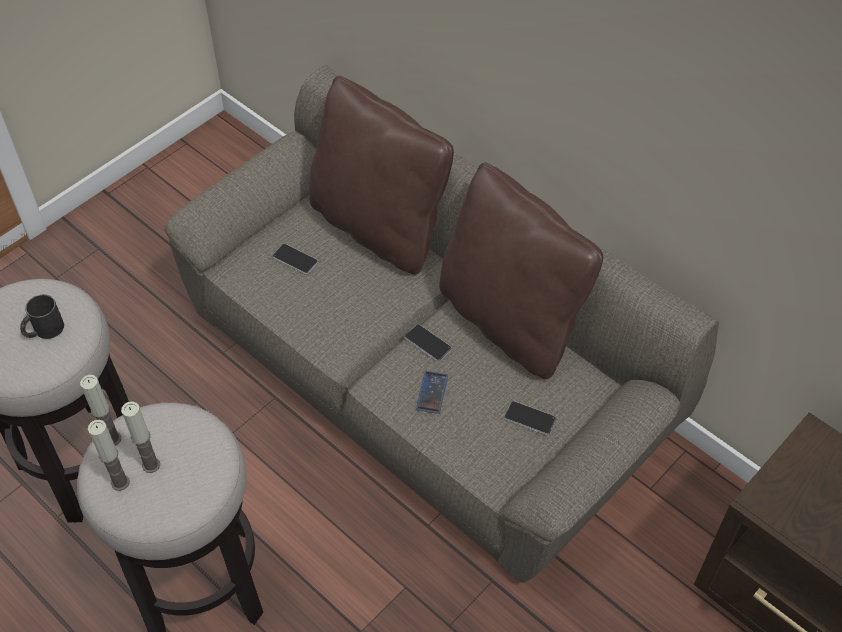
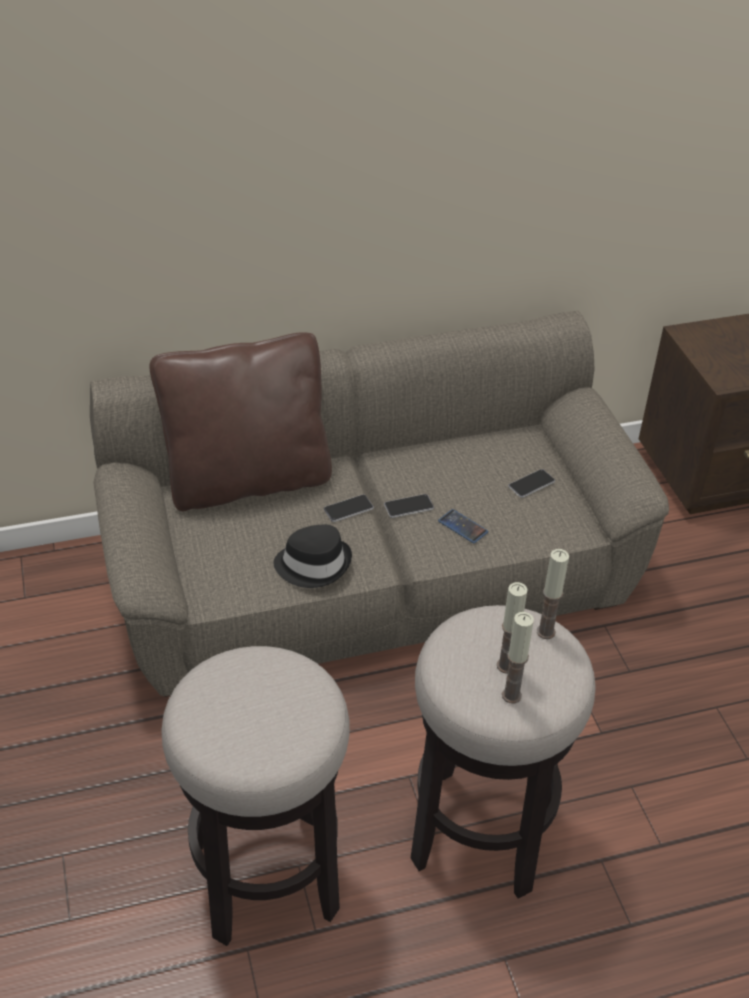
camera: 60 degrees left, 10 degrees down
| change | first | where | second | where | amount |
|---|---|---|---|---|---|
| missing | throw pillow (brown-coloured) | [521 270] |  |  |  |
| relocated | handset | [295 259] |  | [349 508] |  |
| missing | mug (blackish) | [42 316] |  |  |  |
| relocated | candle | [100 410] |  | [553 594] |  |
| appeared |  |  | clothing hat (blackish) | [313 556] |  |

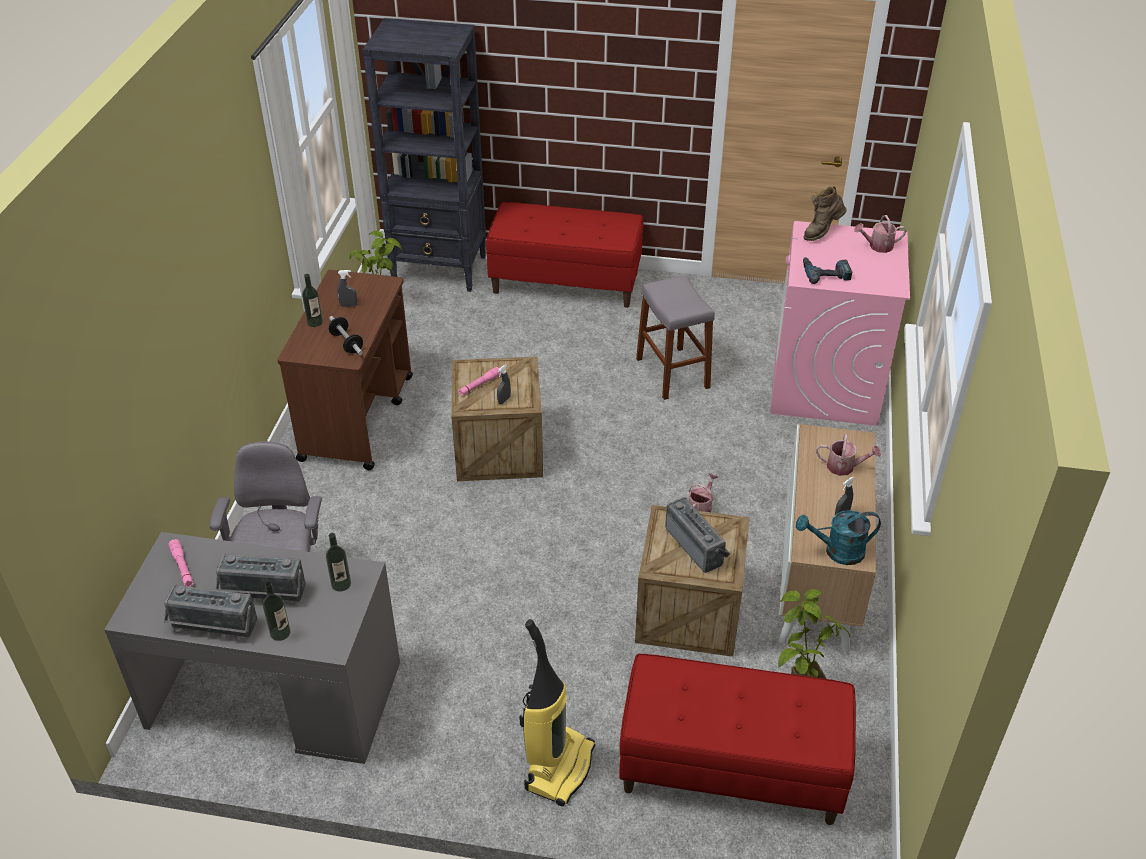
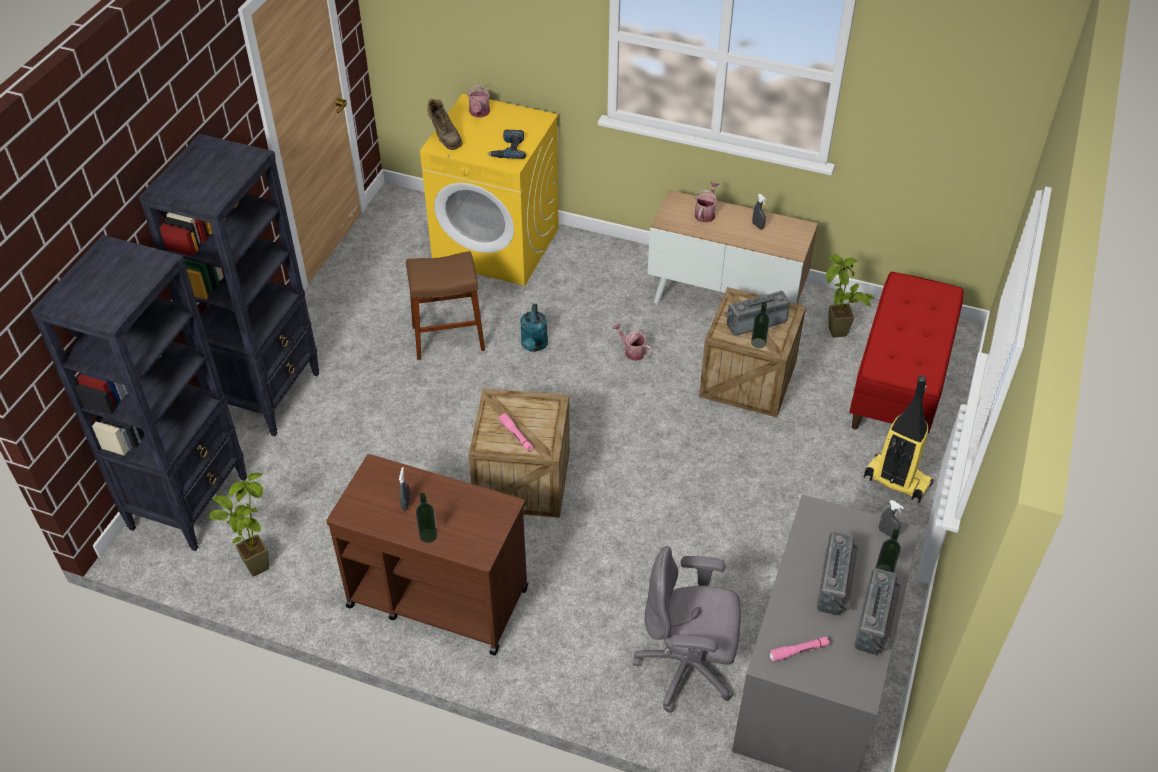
camera: 80 degrees left, 5 degrees up
| change | first | where | second | where | amount |
|---|---|---|---|---|---|
| exchanged | indoor bench (red) | [565 255] | bookcase (blackish) | [229 285] |  |
| colour | laundry appliance (pink) | [840 323] | laundry appliance (yellow) | [489 190] |  |
| colour | stool (greyish) | [675 337] | stool (brown-coloured) | [445 305] |  |
| missing | free weight | [346 335] |  |  |  |
| relocated | sprayer (greyish) | [504 384] |  | [891 519] |  |
| relocated | watering can (blue-green) | [838 537] |  | [534 328] |  |
| relocated | drink bottle | [338 562] |  | [760 325] |  |

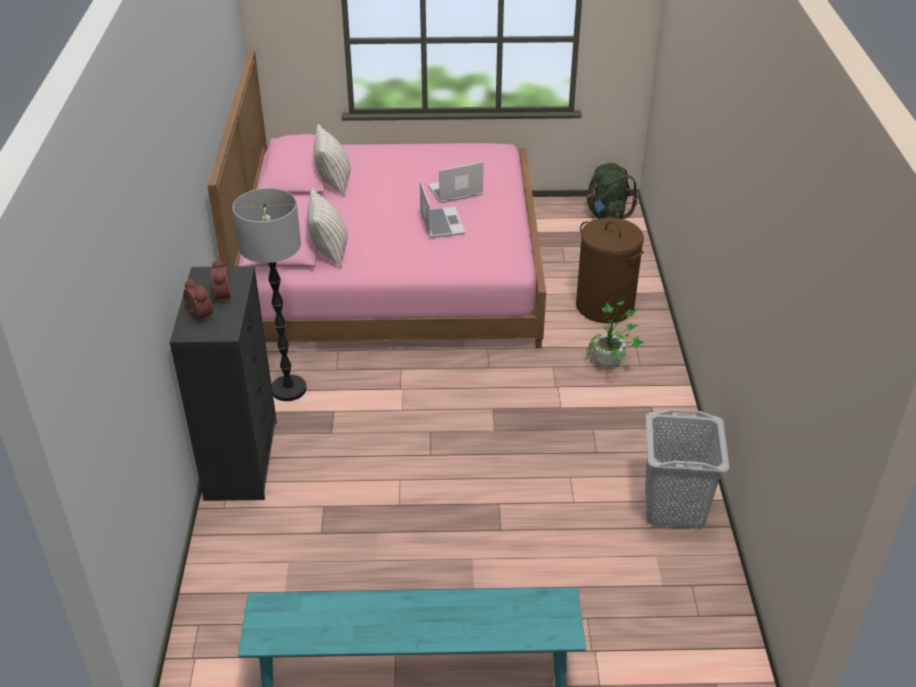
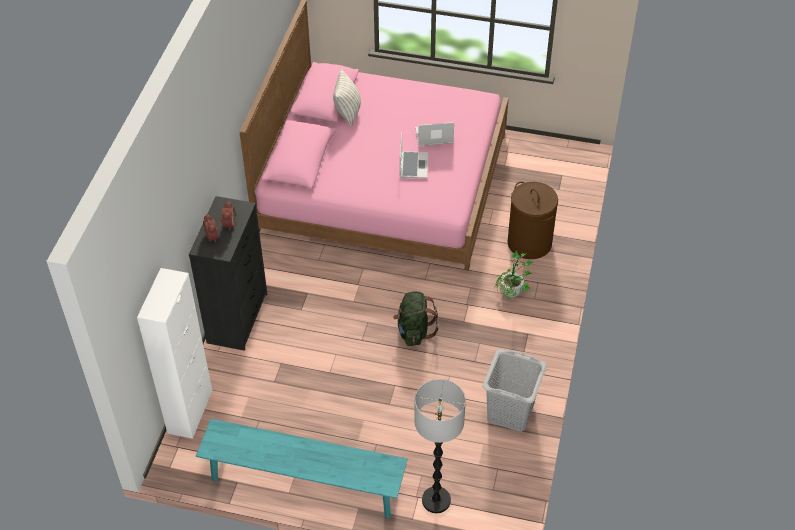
camera: 15 degrees right, 10 degrees up
| change | first | where | second | where | amount |
|---|---|---|---|---|---|
| relocated | knapsack (green) | [612 191] |  | [416 318] |  |
| relocated | standing lamp | [270 294] |  | [440 446] |  |
| missing | throw pillow | [327 228] |  |  |  |
| appeared |  |  | cabinet (whitish) | [174 353] |  |

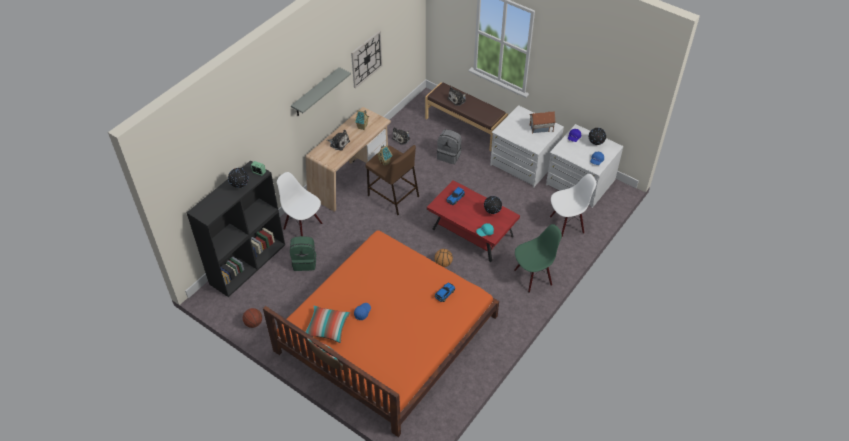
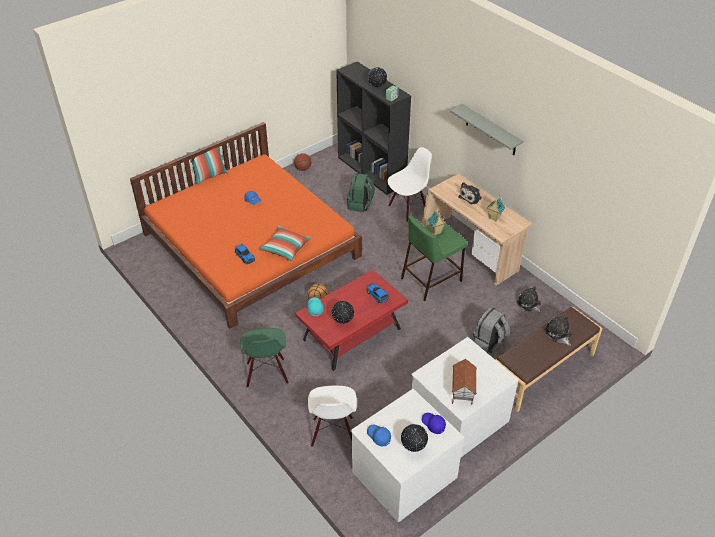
camera: 105 degrees right, 5 degrees down
| change | first | where | second | where | amount |
|---|---|---|---|---|---|
| missing | clock on the wall | [366 60] |  |  |  |
| colour | stool (brown-coloured) | [392 180] | stool (green) | [434 258] |  |
| relocated | throw pillow | [327 324] |  | [285 243] |  |

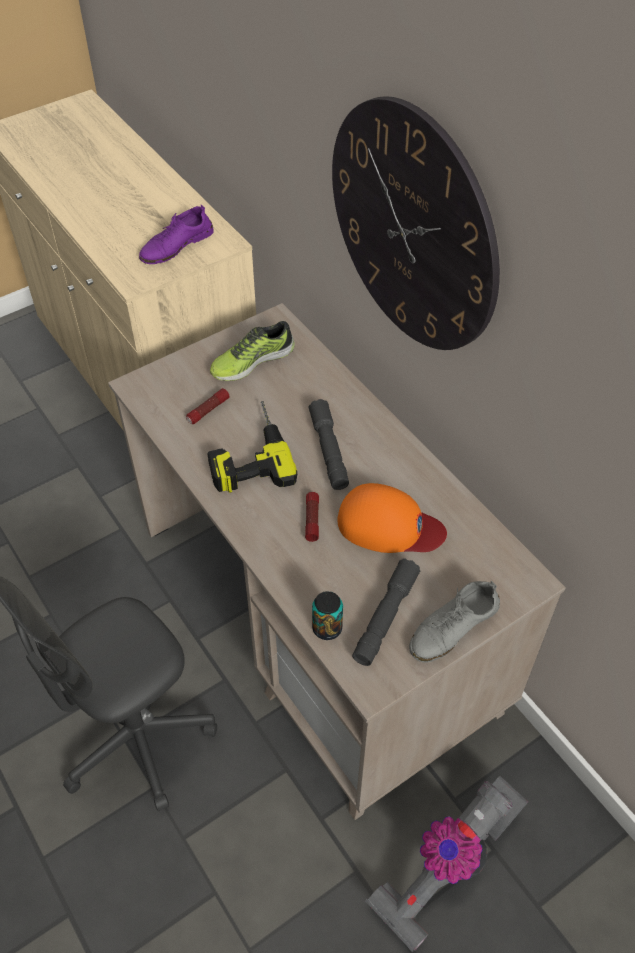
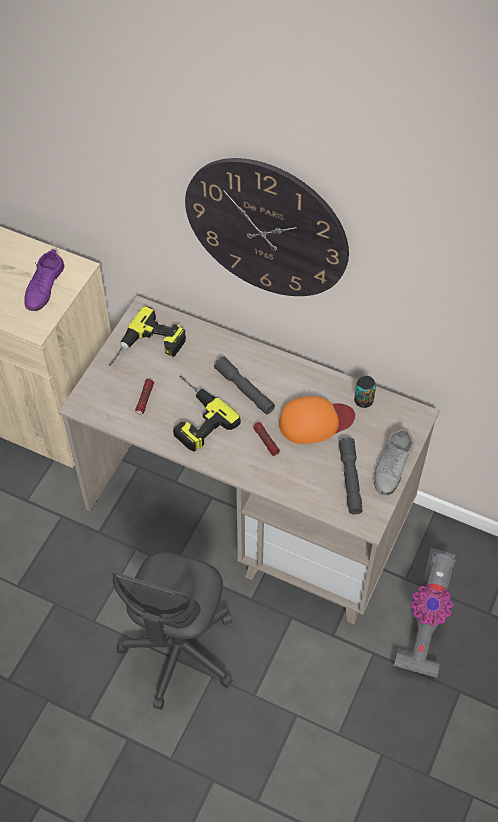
camera: 30 degrees left, 5 degrees up
| change | first | where | second | where | amount |
|---|---|---|---|---|---|
| exchanged | low shoe | [252 351] | power drill | [147 336] |  |
| relocated | sealed can | [327 615] |  | [365 392] |  |

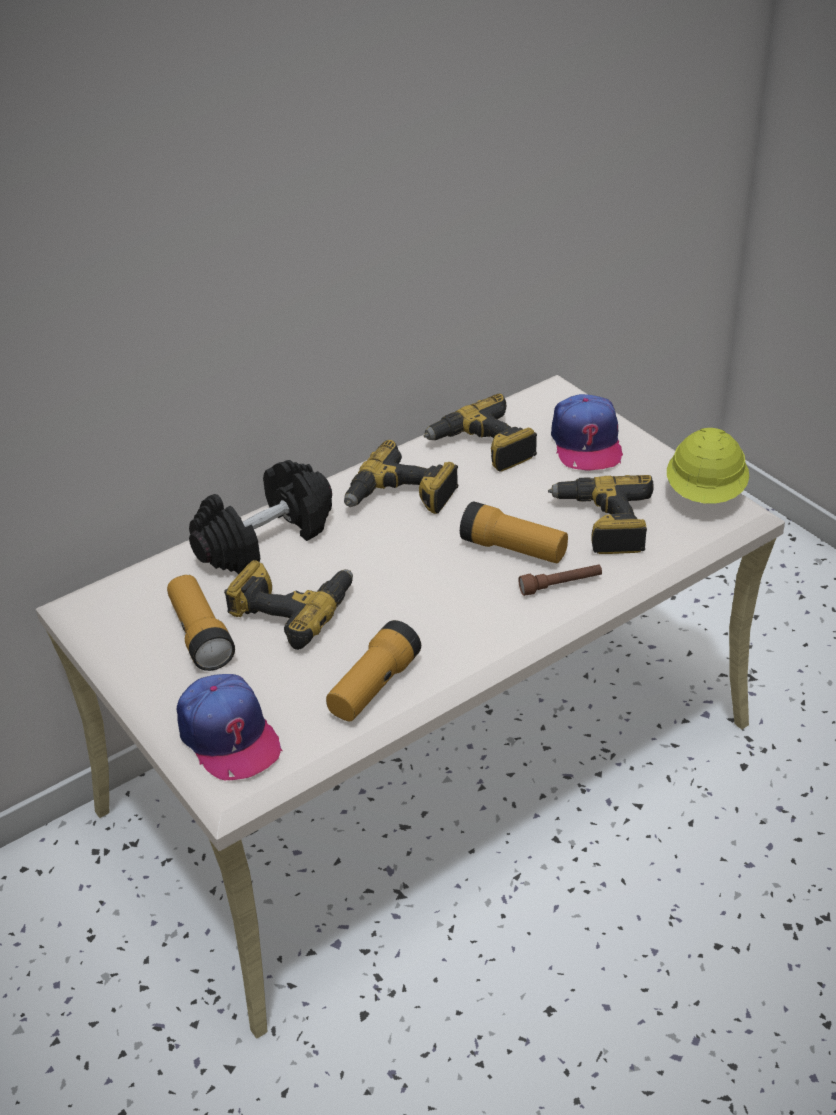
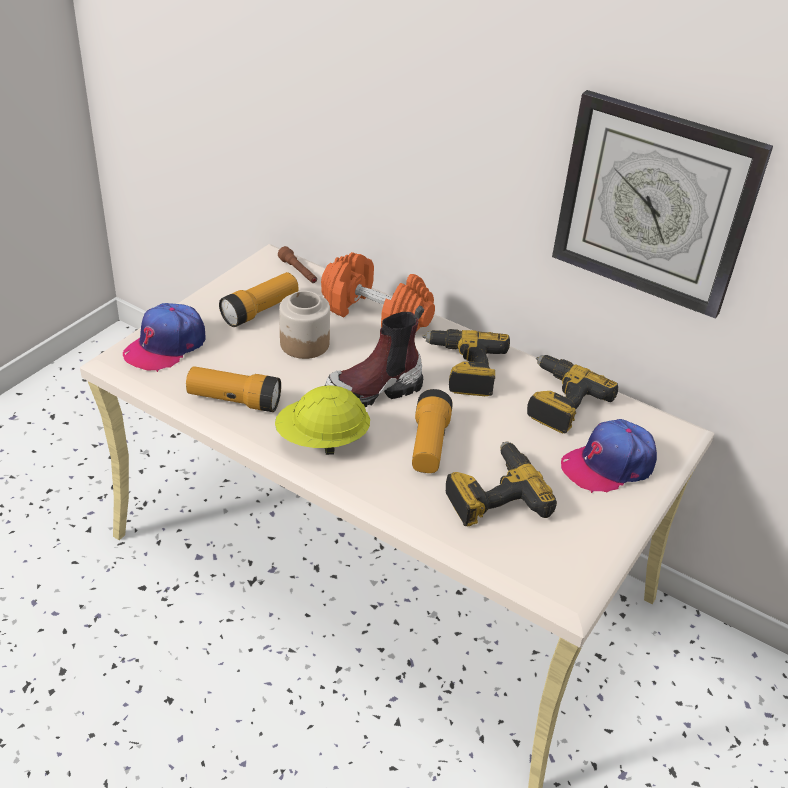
camera: 65 degrees right, 0 degrees up
| change | first | where | second | where | amount |
|---|---|---|---|---|---|
| relocated | safety helmet (yellow) | [708 466] |  | [322 420] |  |
| colour | free weight (blackish) | [260 517] | free weight (orange) | [378 291] |  |
| exchanged | power drill | [288 605] | preserve jar | [304 325] |  |
| relocated | torch (brown-coloured) | [560 580] |  | [297 264] |  |
| appeared |  |  | clock on the wall | [662 204] |  |
| appeared |  |  | tall boot | [374 356] |  |

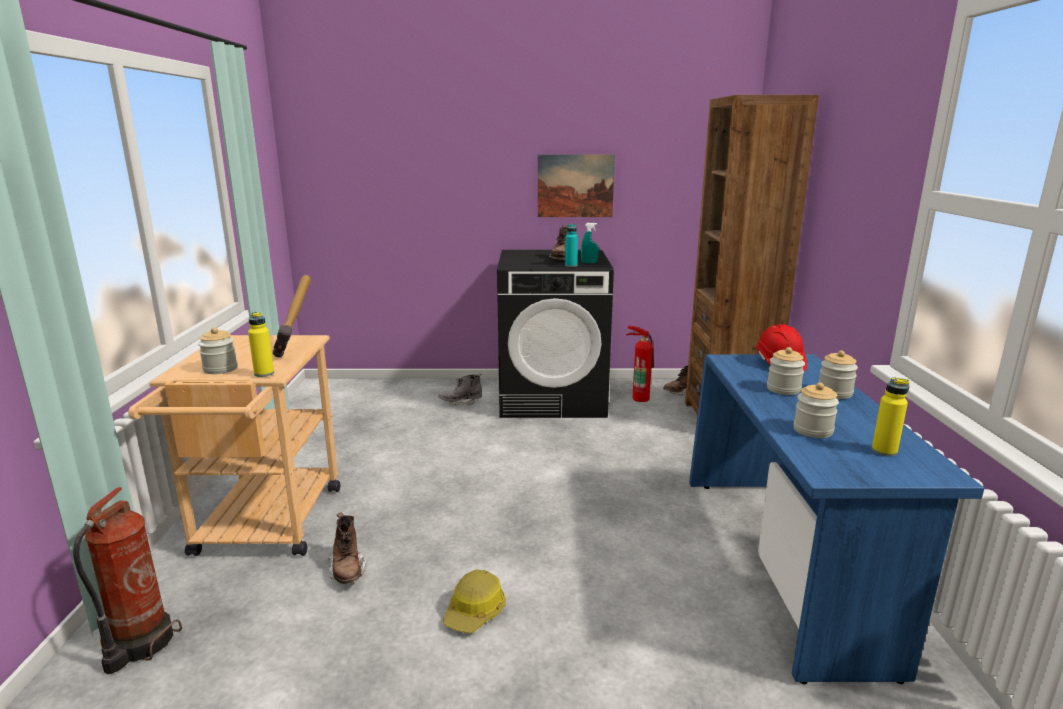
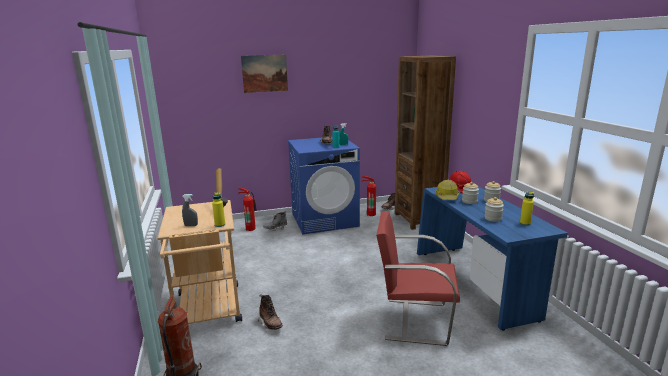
camera: 15 degrees left, 0 degrees up
| change | first | where | second | where | amount |
|---|---|---|---|---|---|
| relocated | picture | [576 186] |  | [264 74] |  |
| colour | laundry appliance (blackish) | [555 334] | laundry appliance (blue) | [324 185] |  |
| exchanged | preserve jar | [218 350] | sprayer (greyish) | [190 210] |  |
| relocated | safety helmet | [474 601] |  | [447 190] |  |
| appeared |  |  | fire extinguisher | [247 209] |  |
| appeared |  |  | upright chair (red) | [418 278] |  |

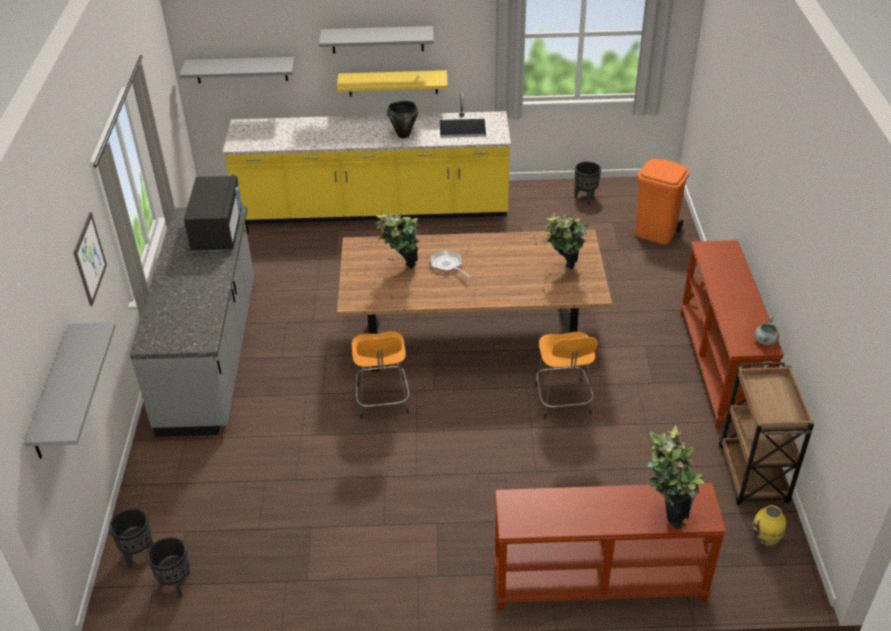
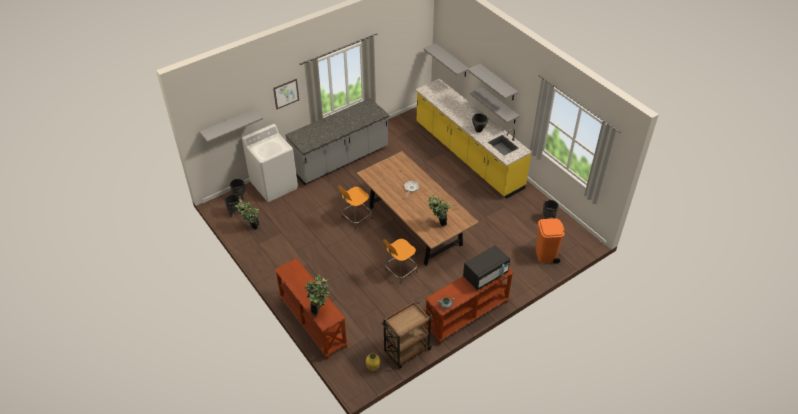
camera: 55 degrees right, 5 degrees up
| change | first | where | second | where | amount |
|---|---|---|---|---|---|
| colour | bracket shelf (yellow) | [392 83] | bracket shelf (greyish) | [495 105] |  |
| relocated | microwave oven (blackish) | [213 213] |  | [486 267] |  |
| relocated | potted plant | [398 239] |  | [247 214] |  |
| appeared |  |  | laundry appliance (whitish) | [270 163] |  |

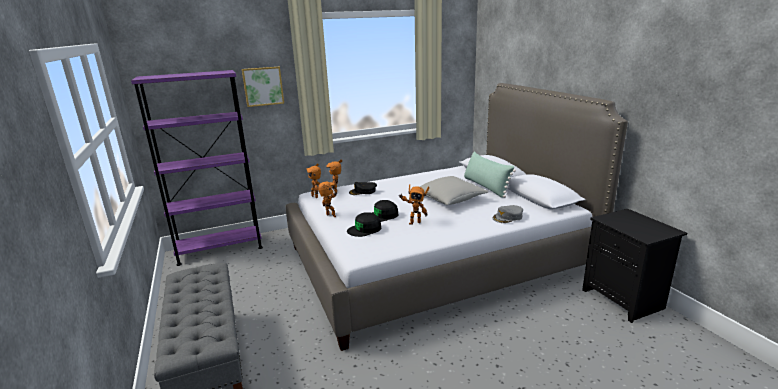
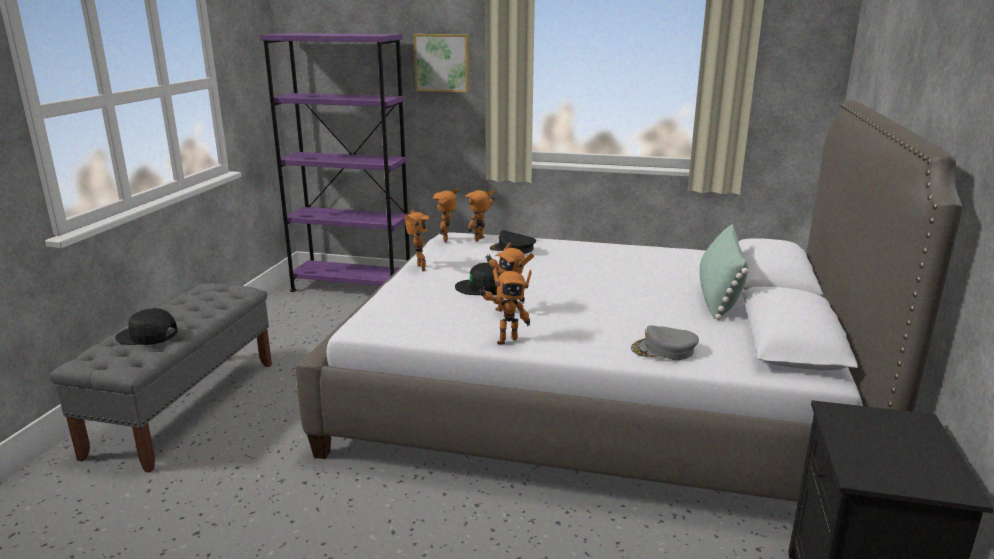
camera: 35 degrees right, 0 degrees up
| change | first | where | second | where | amount |
|---|---|---|---|---|---|
| missing | throw pillow (greyish) | [454 190] |  |  |  |
| relocated | cap (blackish) | [364 224] |  | [146 326] |  |
| appeared |  |  | robot figure | [505 306] |  |

